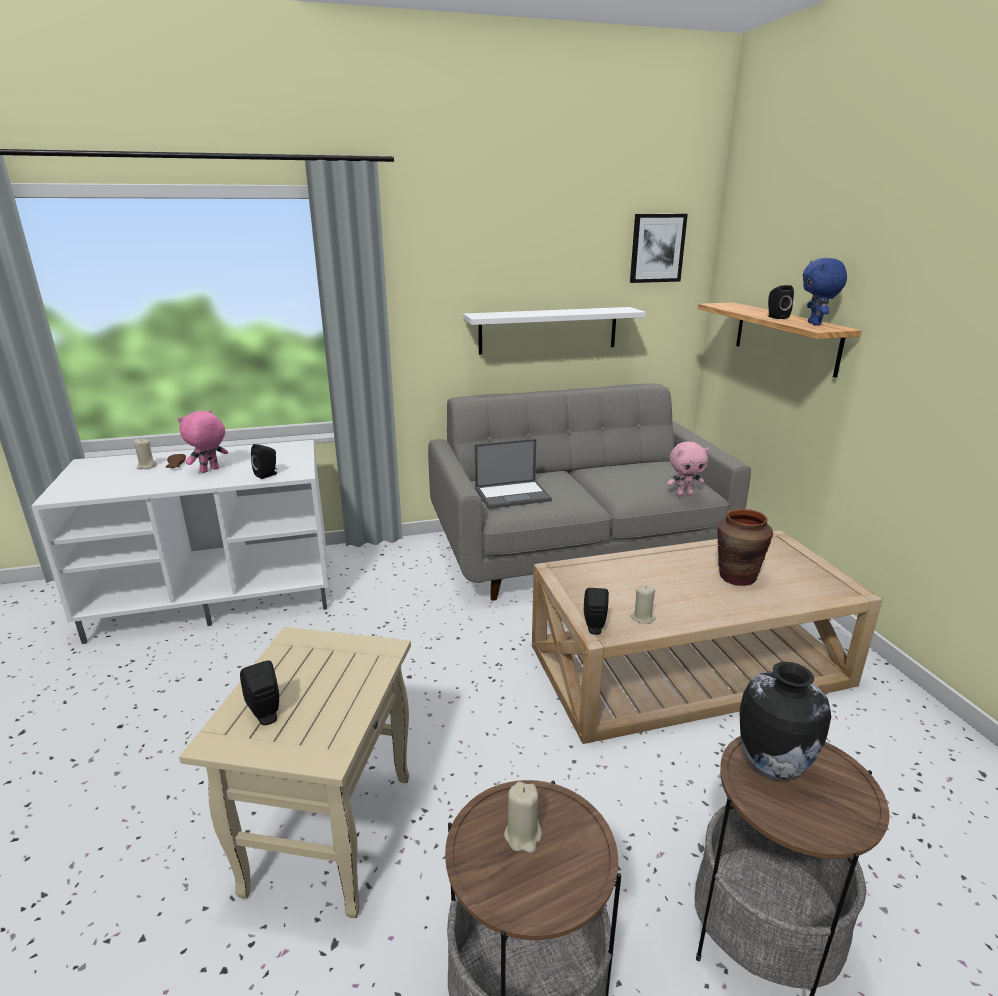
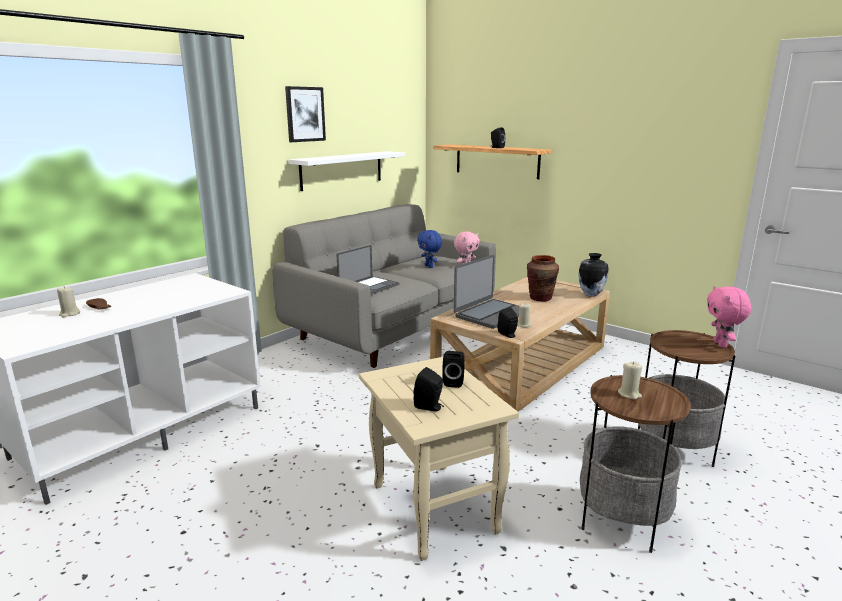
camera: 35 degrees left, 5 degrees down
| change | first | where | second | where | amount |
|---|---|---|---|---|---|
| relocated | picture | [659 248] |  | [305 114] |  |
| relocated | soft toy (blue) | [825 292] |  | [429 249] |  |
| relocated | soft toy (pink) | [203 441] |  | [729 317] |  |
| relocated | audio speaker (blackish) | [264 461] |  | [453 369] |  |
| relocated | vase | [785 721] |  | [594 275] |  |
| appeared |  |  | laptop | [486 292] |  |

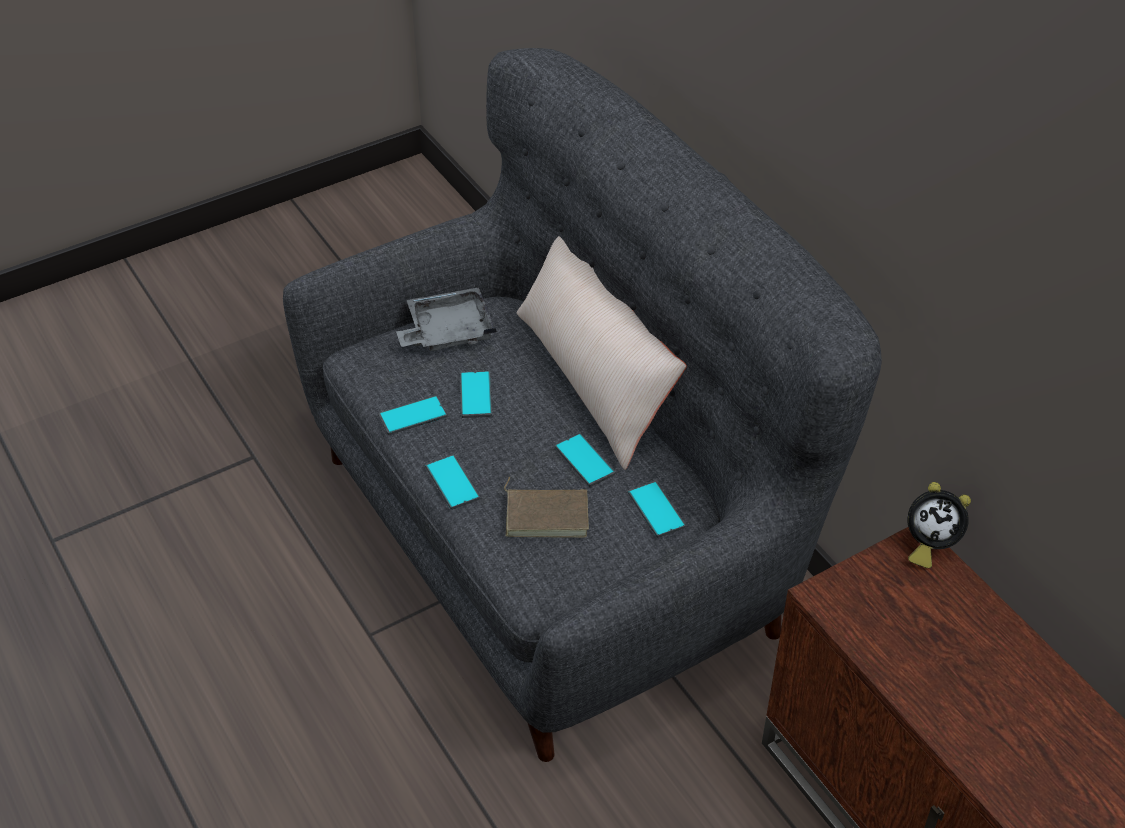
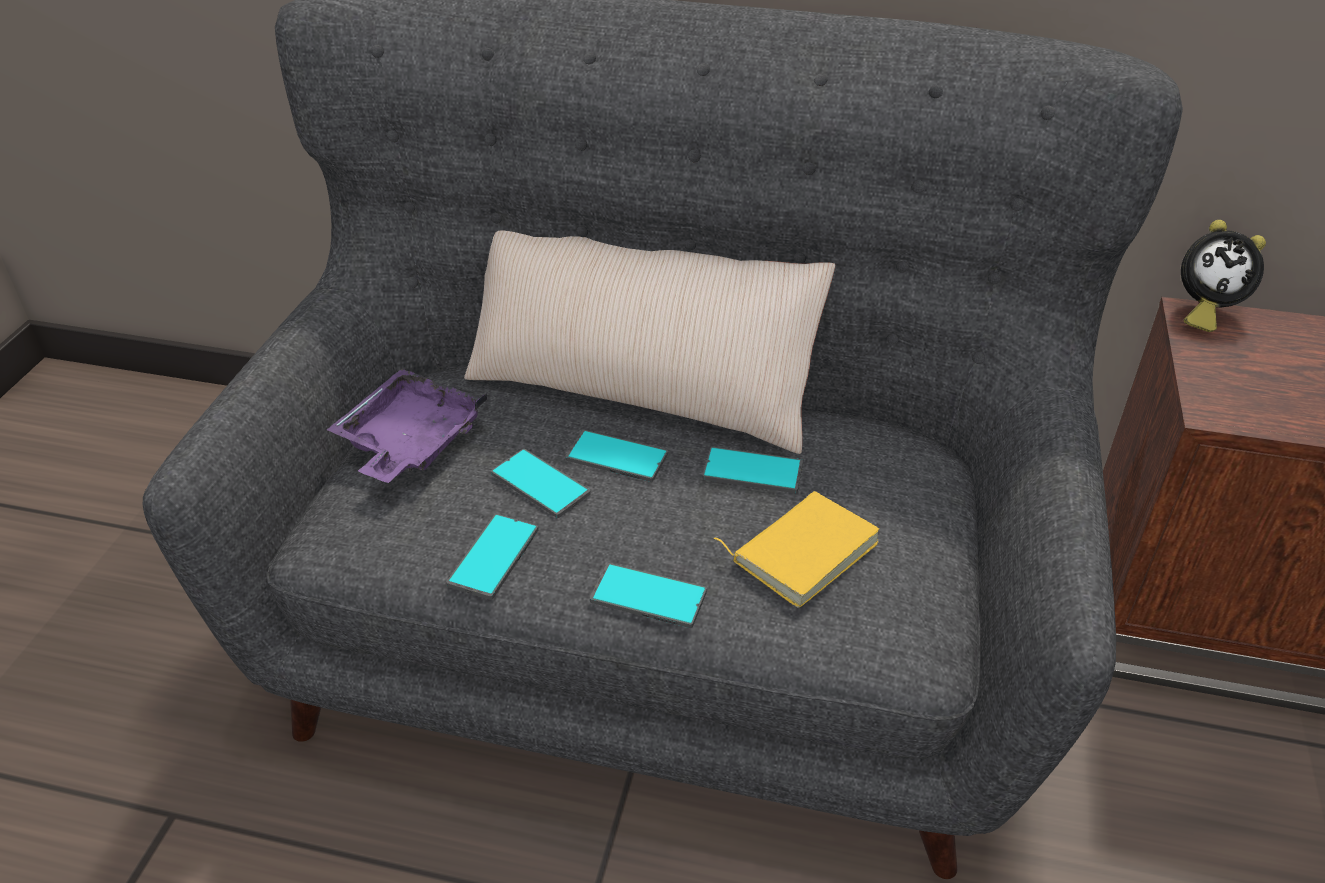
camera: 45 degrees left, 5 degrees down
| change | first | where | second | where | amount |
|---|---|---|---|---|---|
| colour | serving tray (greyish) | [446 319] | serving tray (purplish) | [407 426] |  |
| colour | bound book (brown-coloured) | [546 507] | bound book (yellow) | [796 549] |  |
| relocated | handset | [657 509] |  | [616 456] |  |
| spun | bedside clock | [939 525] |  | [1223 276] | 45 degrees clockwise |

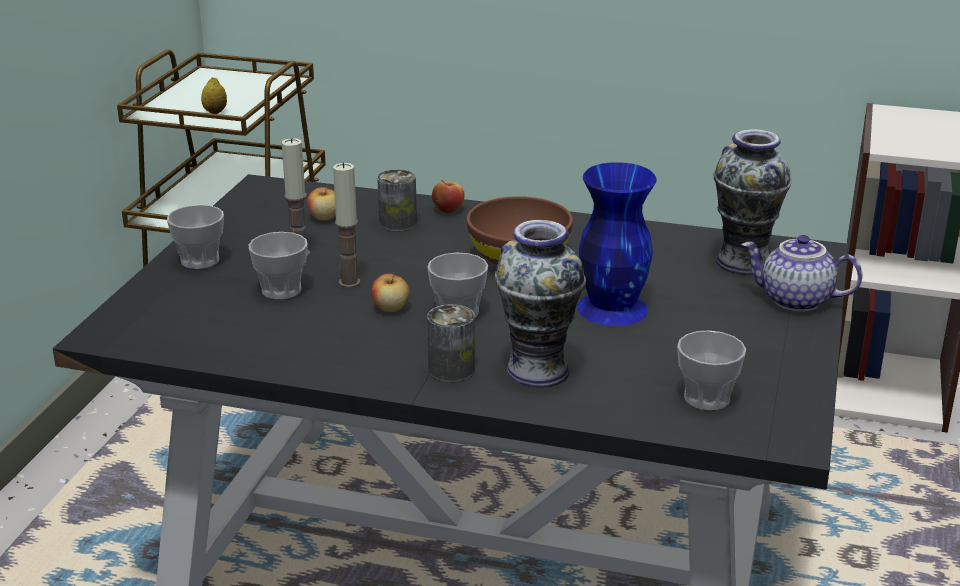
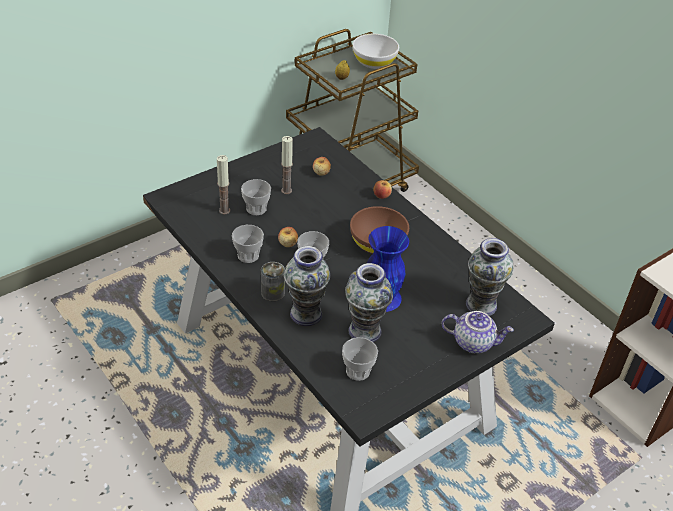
camera: 35 degrees right, 15 degrees up
| change | first | where | second | where | amount |
|---|---|---|---|---|---|
| relocated | candle | [347 225] |  | [223 184] |  |
| missing | sealed can | [397 200] |  |  |  |
| relocated | small cup | [195 237] |  | [248 244] |  |
| spun | teapot | [801 273] |  | [478 332] | 135 degrees clockwise |
| appeared |  |  | deep dish (whitish) | [376 51] |  |
| appeared |  |  | vase | [369 302] |  |

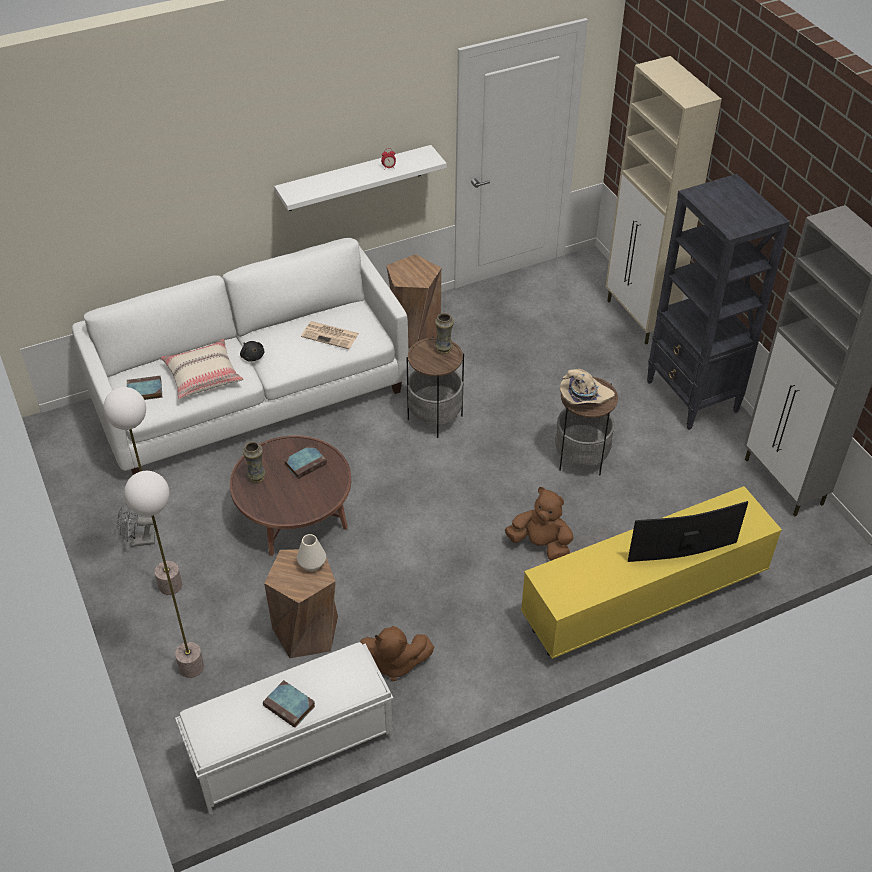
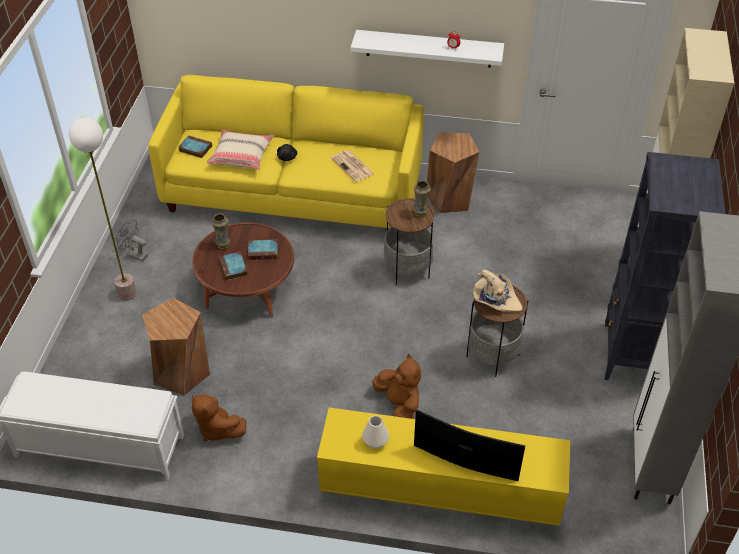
camera: 35 degrees right, 0 degrees up
| change | first | where | second | where | amount |
|---|---|---|---|---|---|
| colour | couch (whitish) | [240 356] | couch (yellow) | [286 151] |  |
| missing | standing lamp | [164 574] |  |  |  |
| relocated | vase (whitish) | [311 552] |  | [375 432] |  |
| relocated | bound book | [289 704] |  | [233 266] |  |

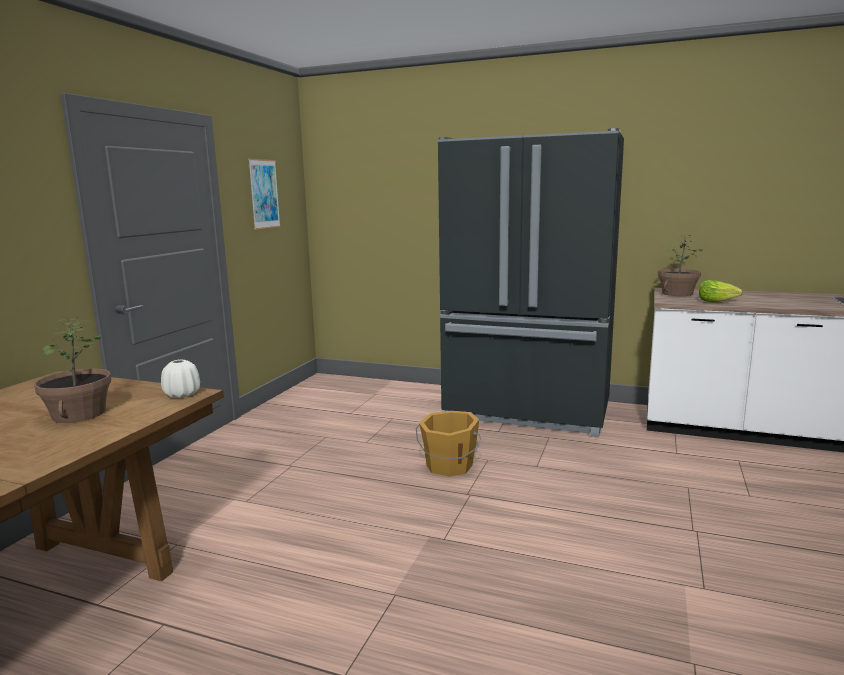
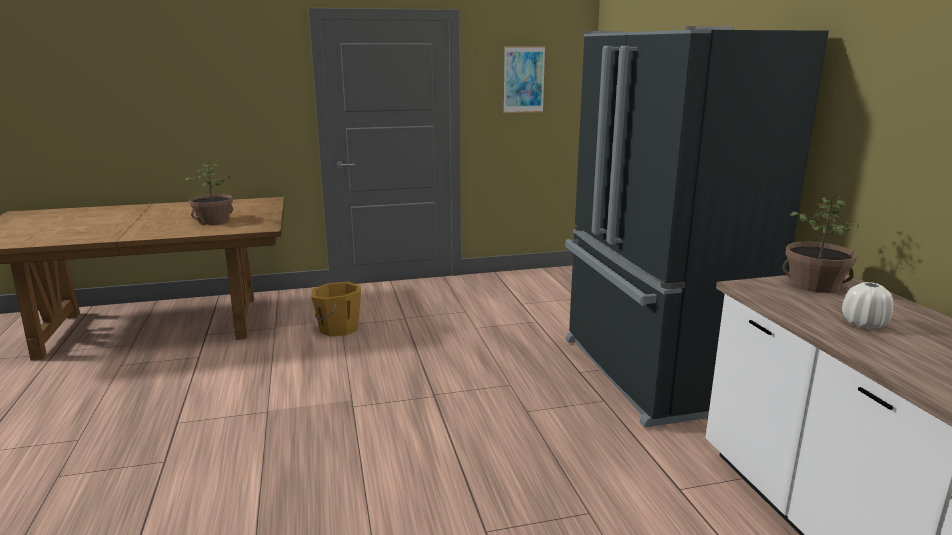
camera: 55 degrees right, 5 degrees up
| change | first | where | second | where | amount |
|---|---|---|---|---|---|
| missing | lettuce head | [721 291] |  |  |  |
| relocated | vase (whitish) | [180 378] |  | [867 305] |  |
| relocated | water bucket (orange) | [448 444] |  | [336 309] |  |

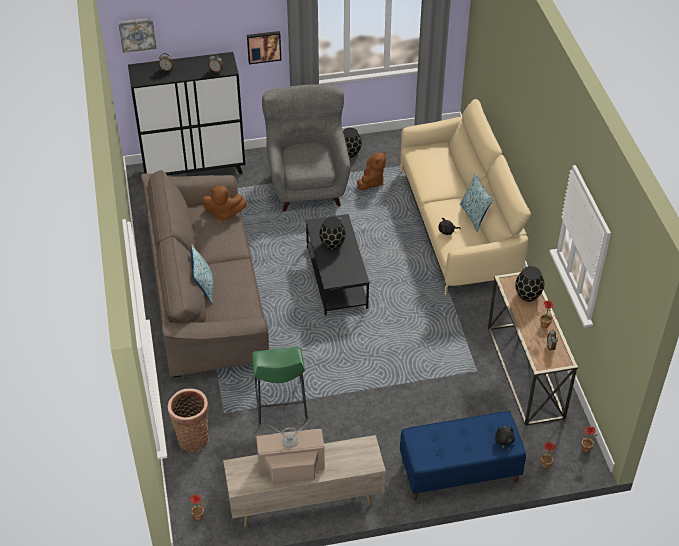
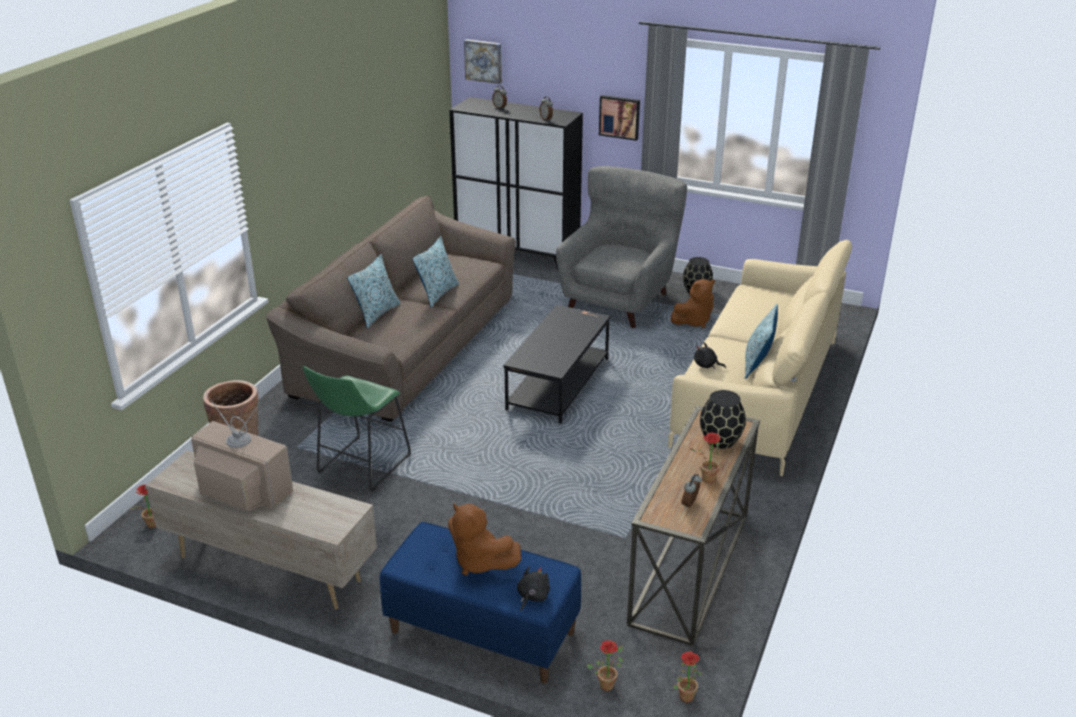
camera: 35 degrees right, 15 degrees down
| change | first | where | second | where | amount |
|---|---|---|---|---|---|
| relocated | soft toy (brown-coloured) | [224 204] |  | [484 539] |  |
| missing | vase (blackish) | [332 233] |  |  |  |
| appeared |  |  | throw pillow | [436 271] |  |

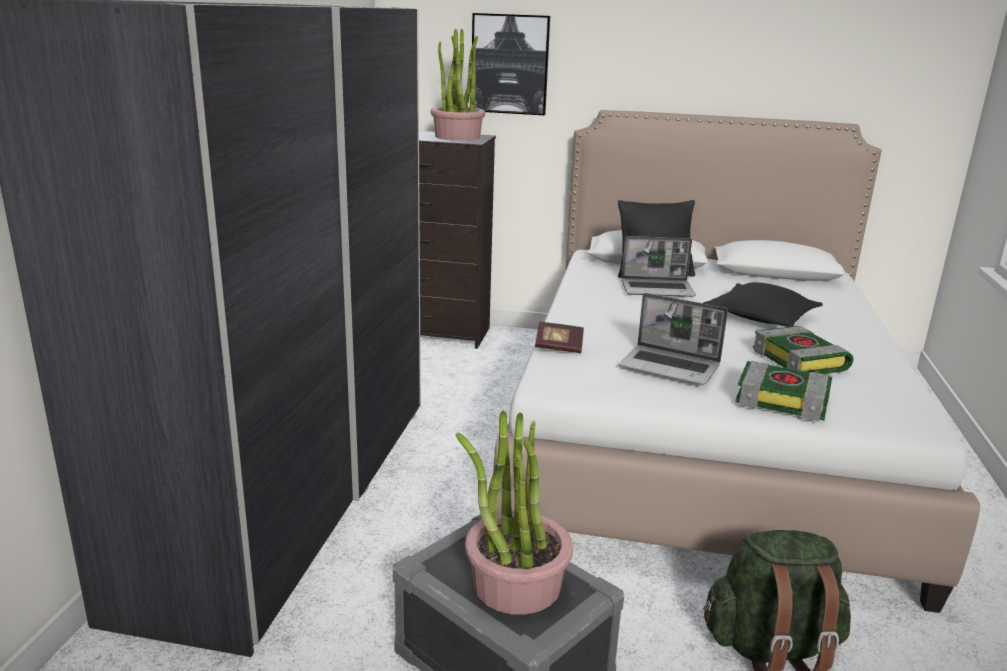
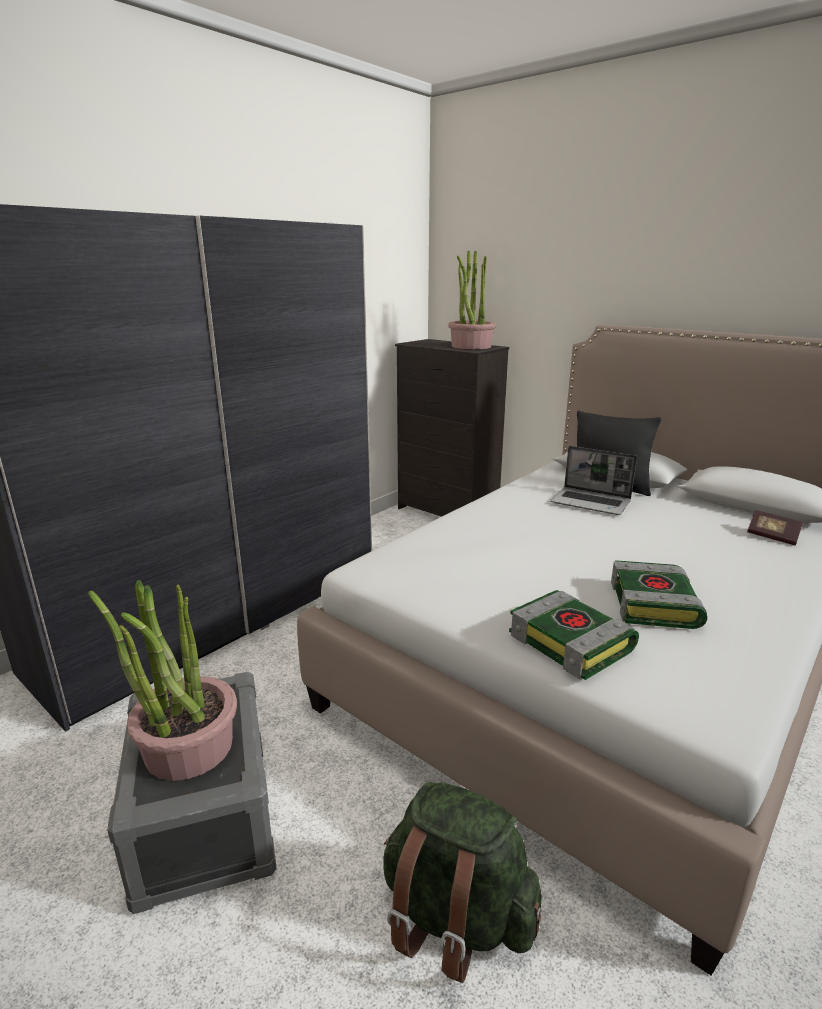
camera: 30 degrees right, 0 degrees up
| change | first | where | second | where | amount |
|---|---|---|---|---|---|
| missing | picture | [511 64] |  |  |  |
| missing | throw pillow (blackish) | [763 304] |  |  |  |
| missing | laptop | [673 339] |  |  |  |
| relocated | bound book | [559 337] |  | [775 527] |  |

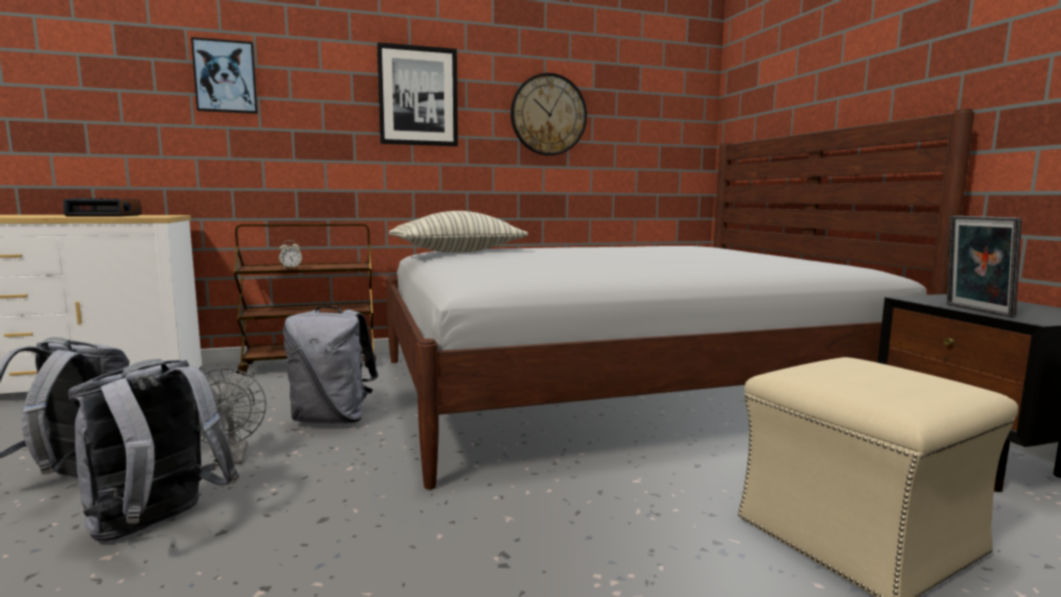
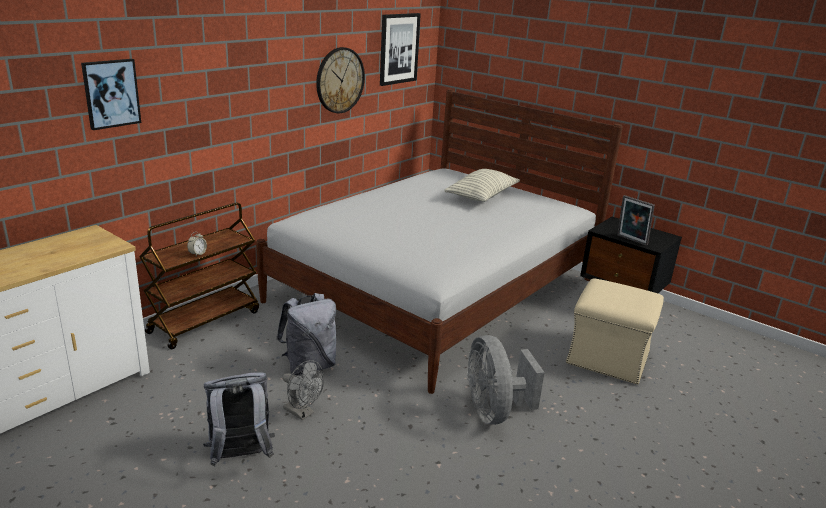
camera: 35 degrees left, 15 degrees up
| change | first | where | second | where | amount |
|---|---|---|---|---|---|
| relocated | picture | [417 94] |  | [400 49] |  |
| missing | bedside clock | [102 207] |  |  |  |
| relocated | throw pillow | [458 232] |  | [482 185] |  |
| missing | knapsack (greyish) | [153 450] |  |  |  |
| appeared |  |  | fan (greyish) | [506 380] |  |

